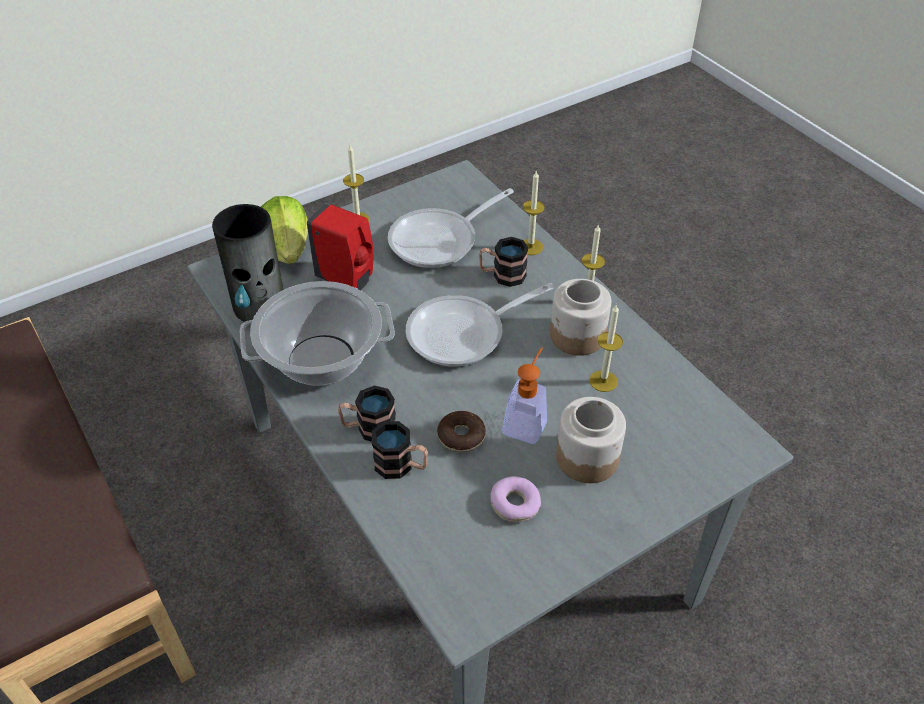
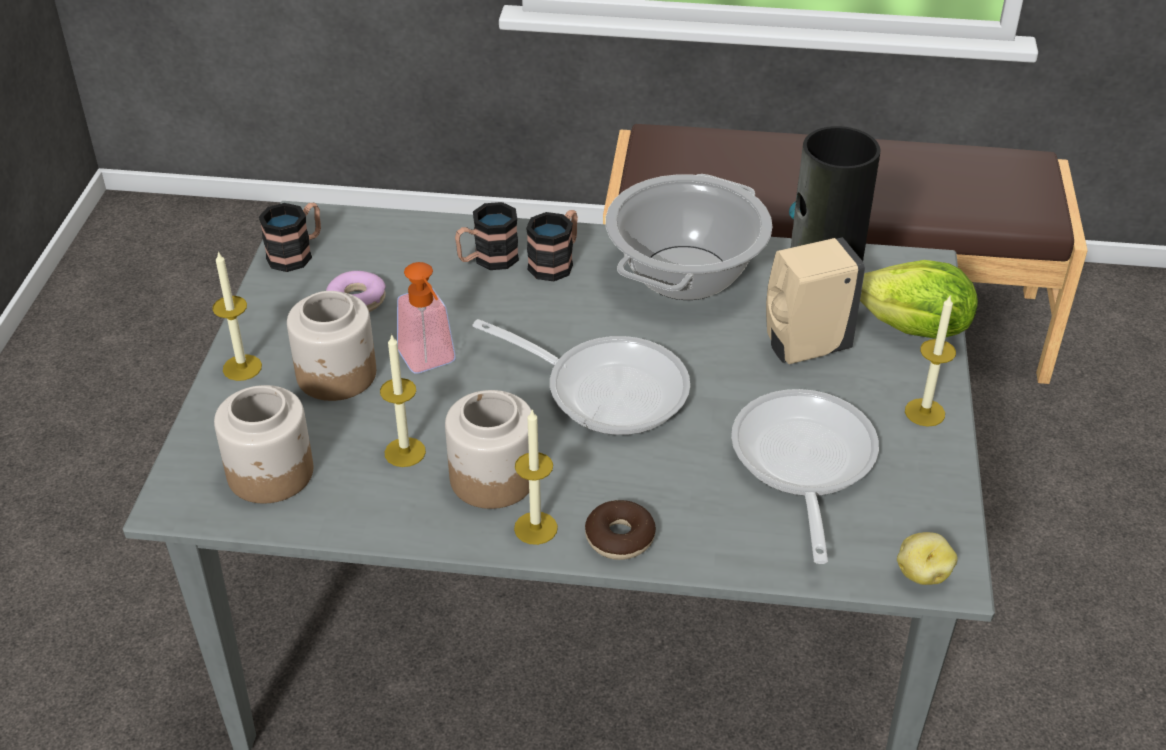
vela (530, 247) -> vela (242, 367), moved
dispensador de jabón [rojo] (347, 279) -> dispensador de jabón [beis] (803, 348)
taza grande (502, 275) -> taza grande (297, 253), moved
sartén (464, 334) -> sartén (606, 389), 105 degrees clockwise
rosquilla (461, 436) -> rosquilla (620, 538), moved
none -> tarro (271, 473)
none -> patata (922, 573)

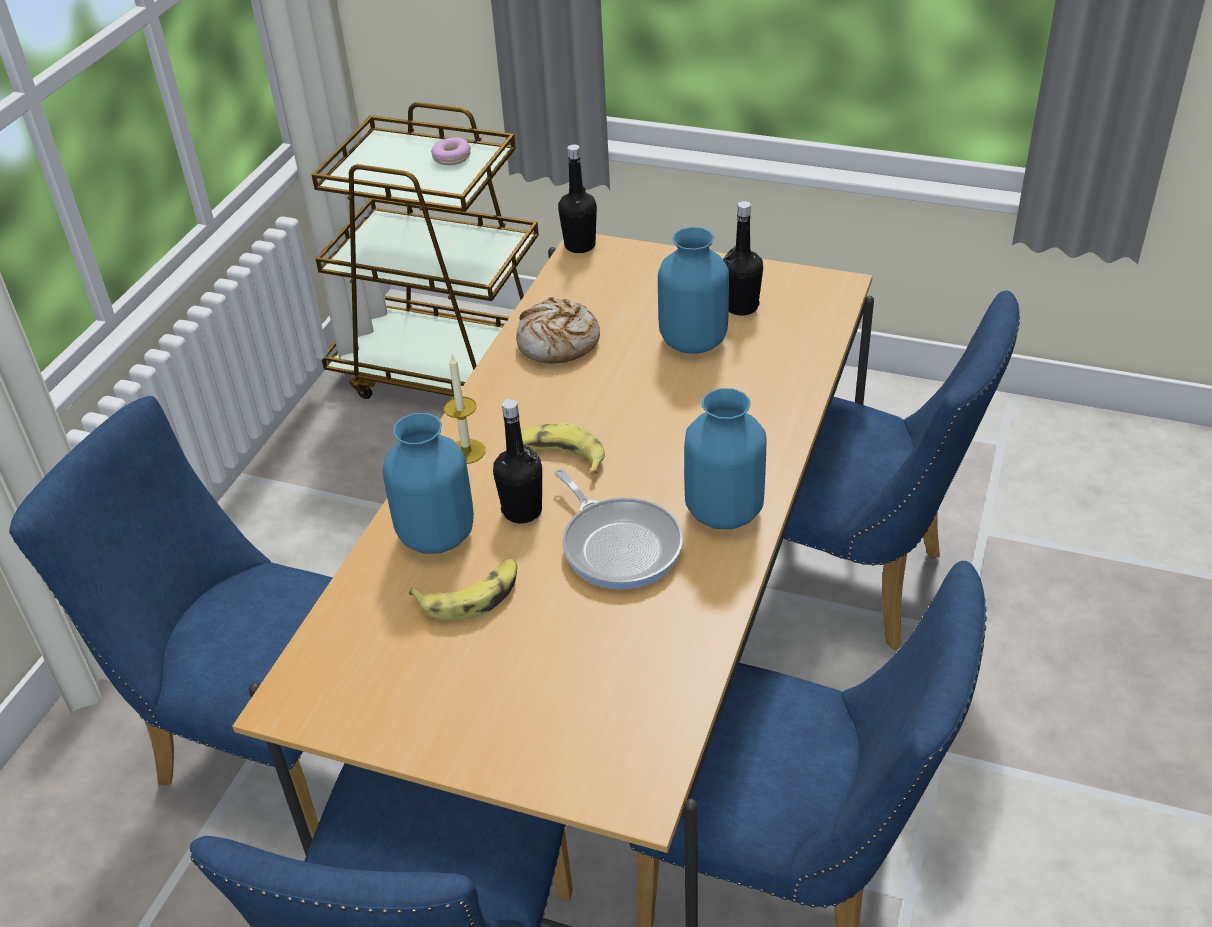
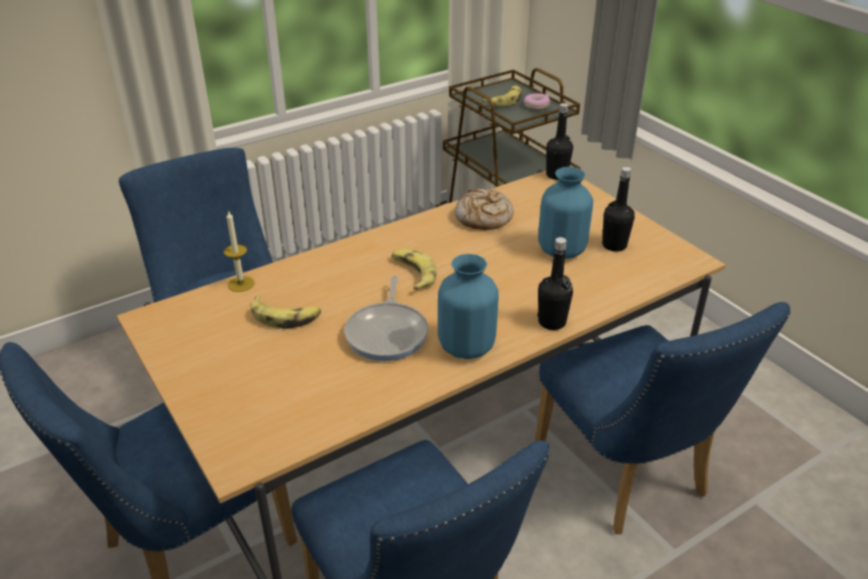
vela (466, 451) -> vela (241, 284), moved
botella [negro] (522, 511) -> botella [negro] (552, 322), moved
florero [azul] (437, 536) -> none
none -> plátano (504, 100)

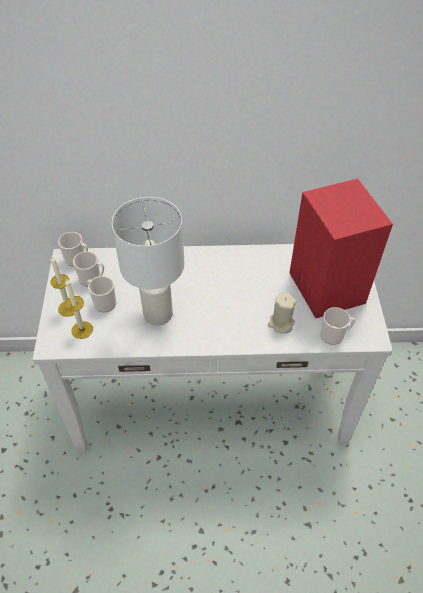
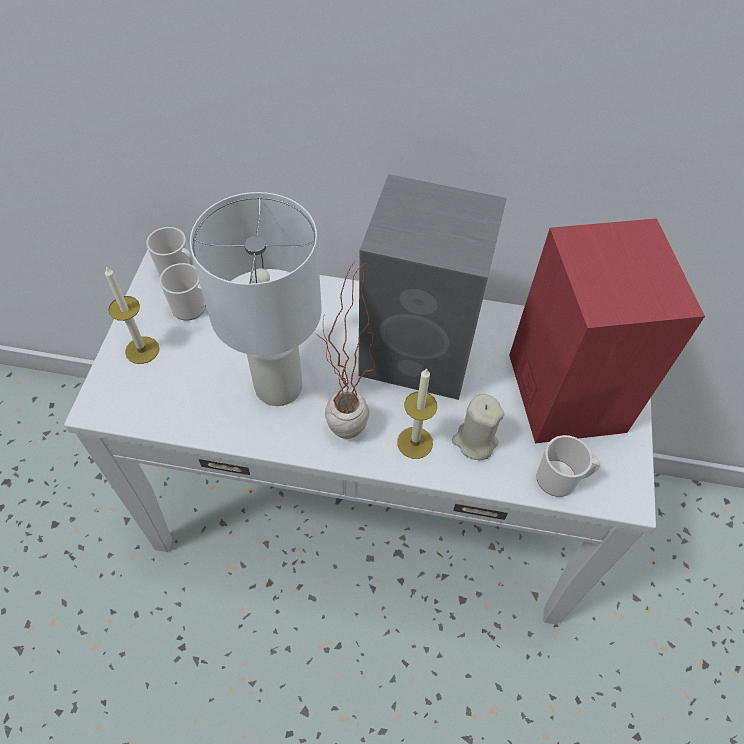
taza grande (102, 302) -> none
vela (82, 330) -> vela (415, 442), moved
none -> altavoz [gris] (421, 352)
none -> planta en maceta (346, 442)

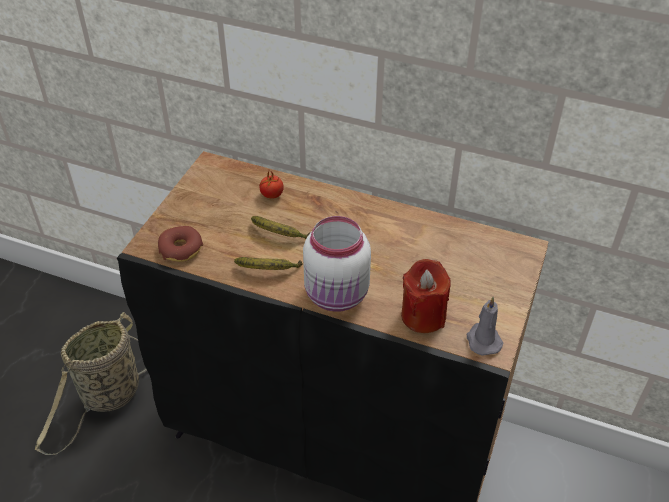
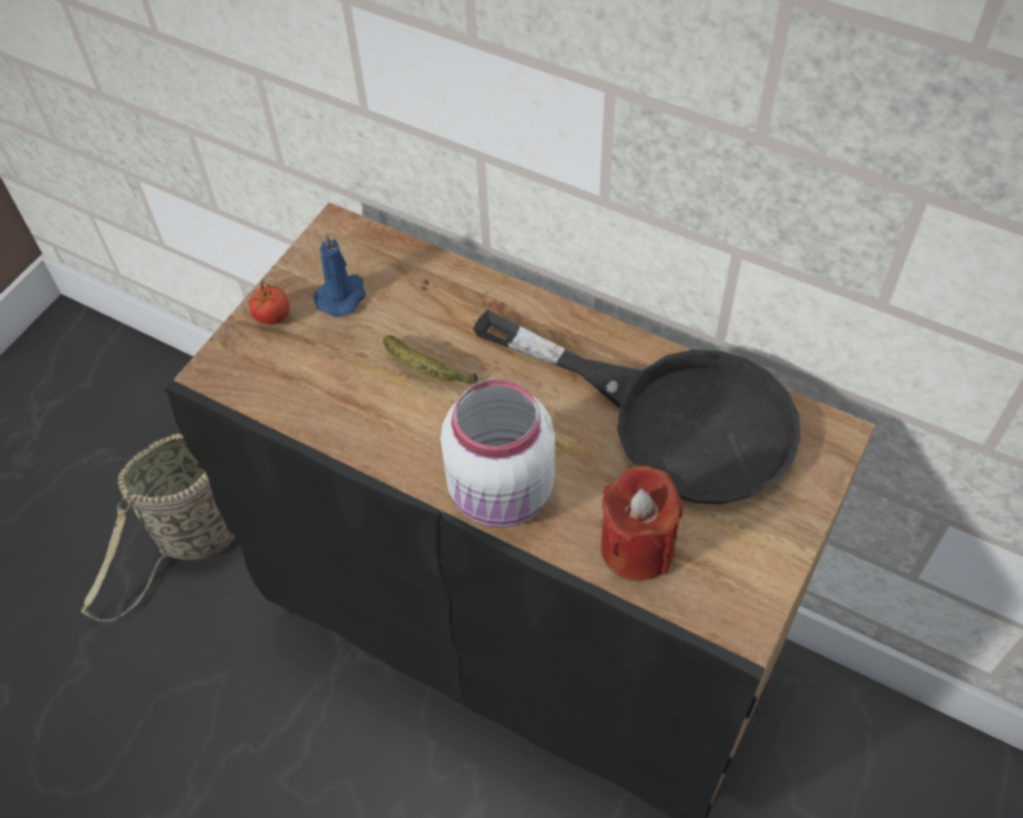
tomate (271, 195) -> tomate (272, 317), moved
rosquilla (181, 249) -> none
plátano (268, 270) -> none
vela [gris] (483, 340) -> none
none -> vela [azul] (342, 296)
none -> sartén [negro] (672, 417)

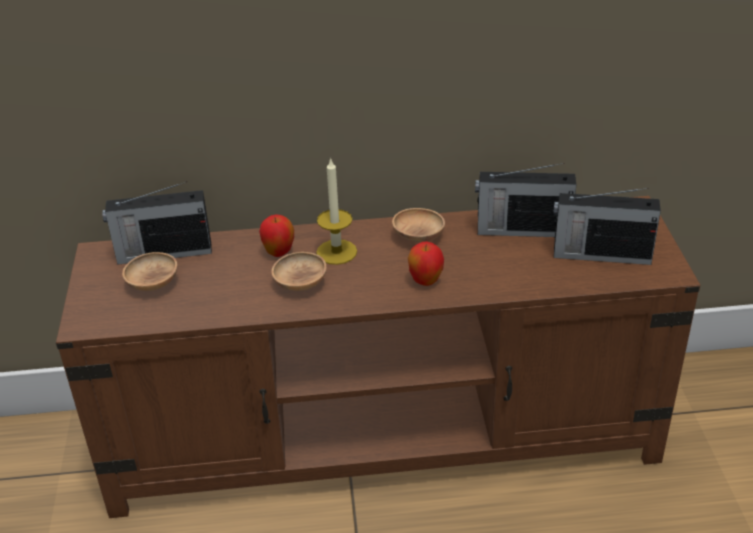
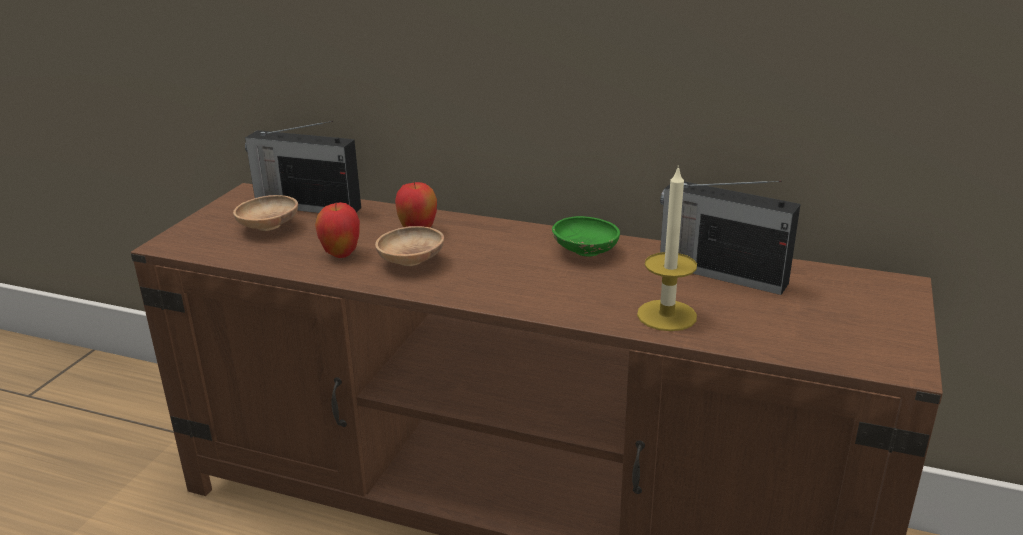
vela (336, 252) -> vela (666, 315), moved
radio (599, 255) -> none
cuenco [marrón] (418, 237) -> cuenco [verde] (585, 251)
manzana (425, 282) -> manzana (341, 254), moved

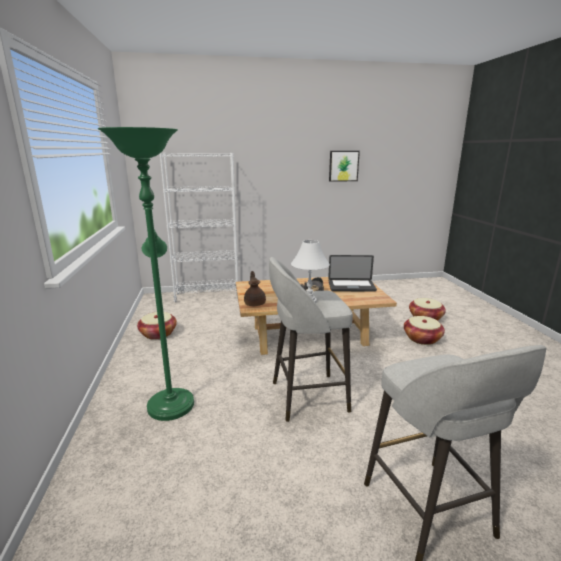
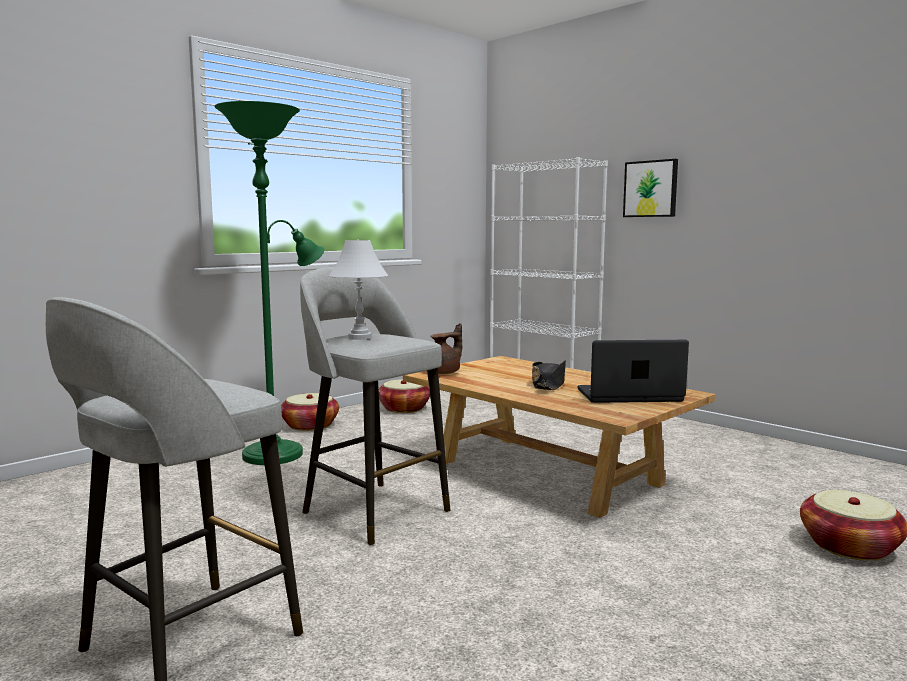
cuadro (343, 166) -> cuadro (651, 189), moved
portátil (351, 286) -> portátil (629, 396), 120 degrees clockwise
cesta (422, 339) -> cesta (310, 426), moved

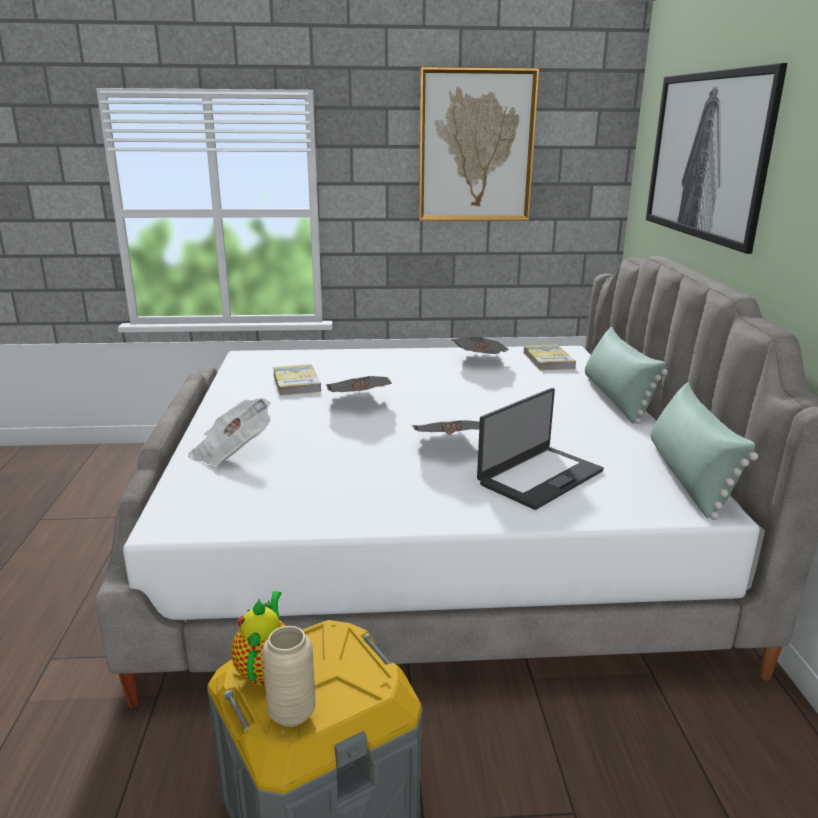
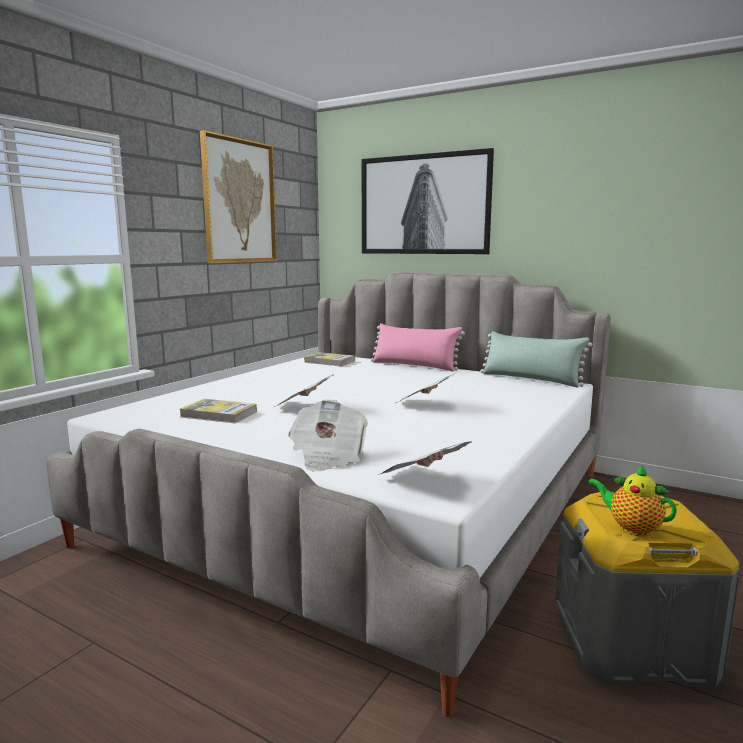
cojín [verde] (616, 398) -> cojín [rosa] (414, 366)
periódico (480, 361) -> periódico (423, 482), moved
portátil (539, 477) -> none
florero [beis] (292, 713) -> none

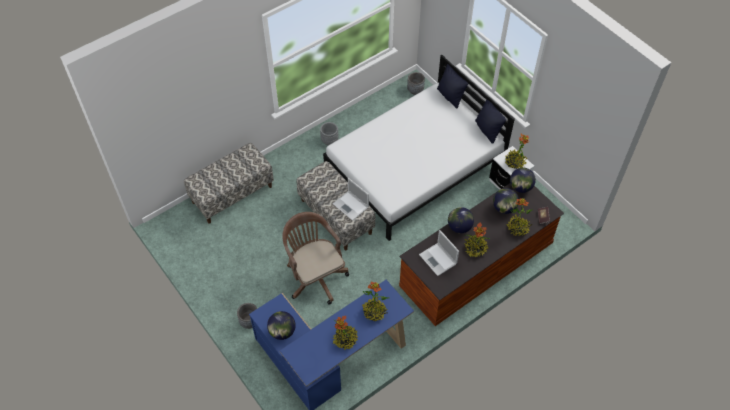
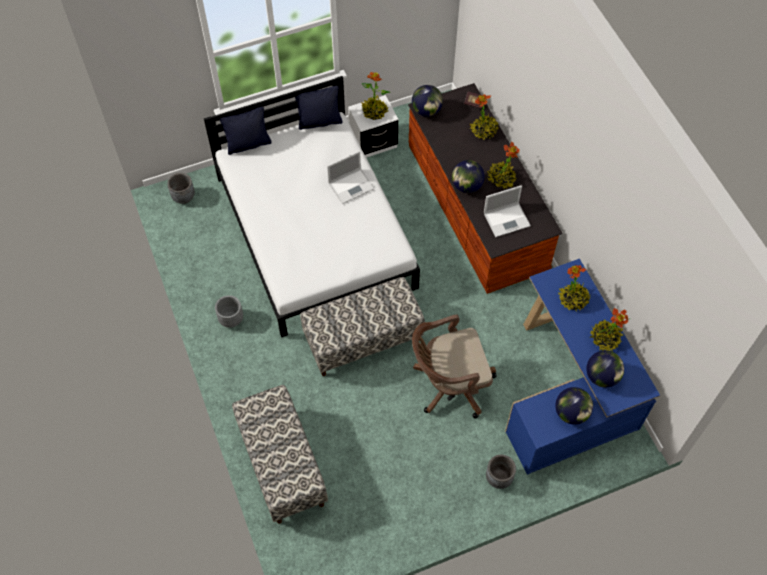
portátil (351, 206) -> portátil (352, 185), moved
globo terráqueo (504, 208) -> globo terráqueo (601, 376), moved

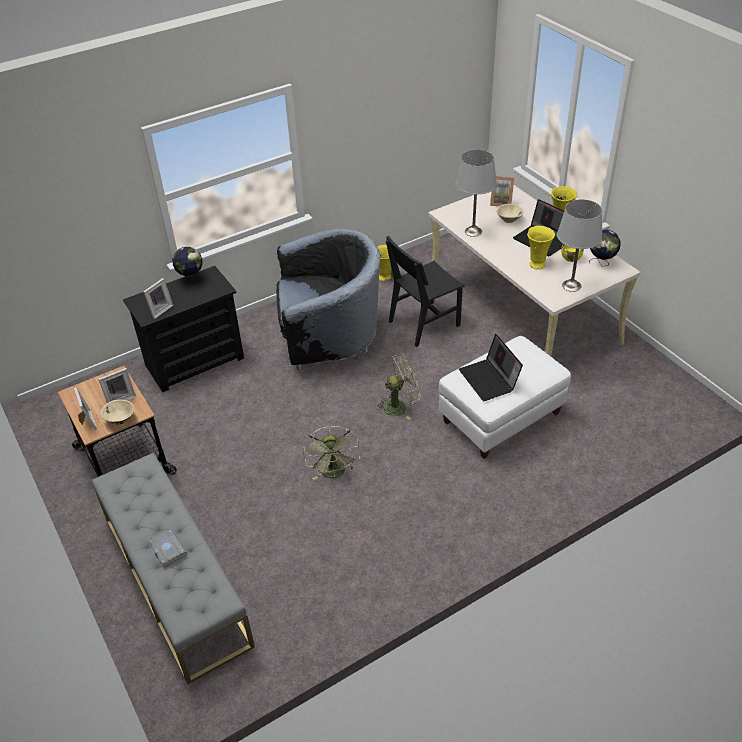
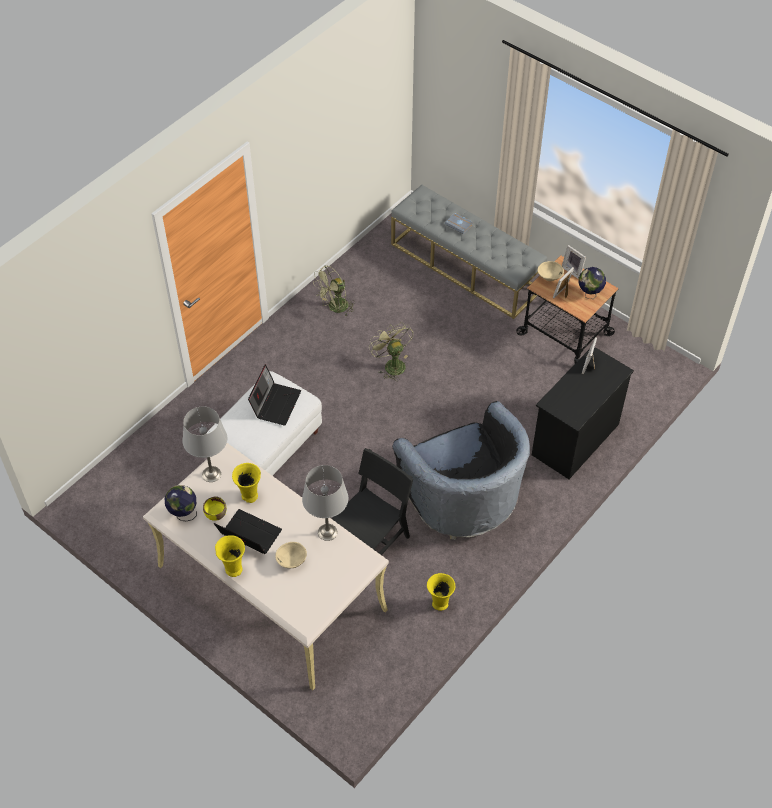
portarretratos (501, 202) -> none
sillón [negro] (328, 338) -> sillón [negro] (462, 499), 90 degrees counterclockwise
globo terráqueo (191, 279) -> globo terráqueo (589, 295), moved
portátil (489, 380) -> portátil (275, 403), 60 degrees clockwise
ventilador [verde] (399, 406) -> ventilador [verde] (335, 308), moved

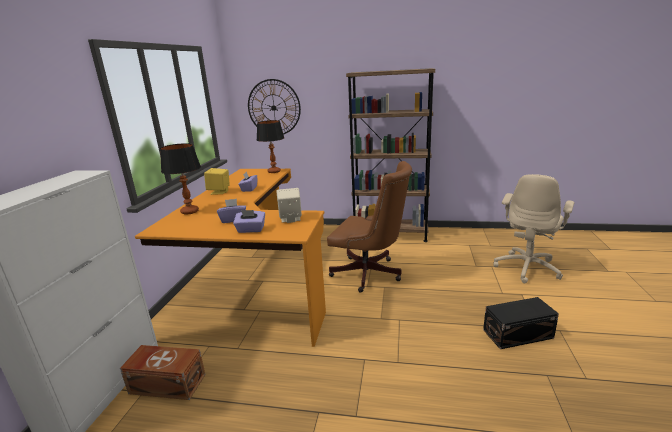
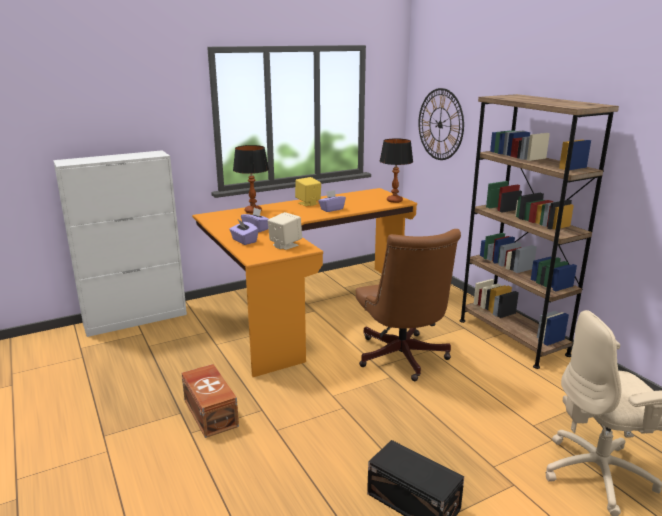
caja de almacenaje [marrón] (167, 383) -> caja de almacenaje [marrón] (211, 412), moved

